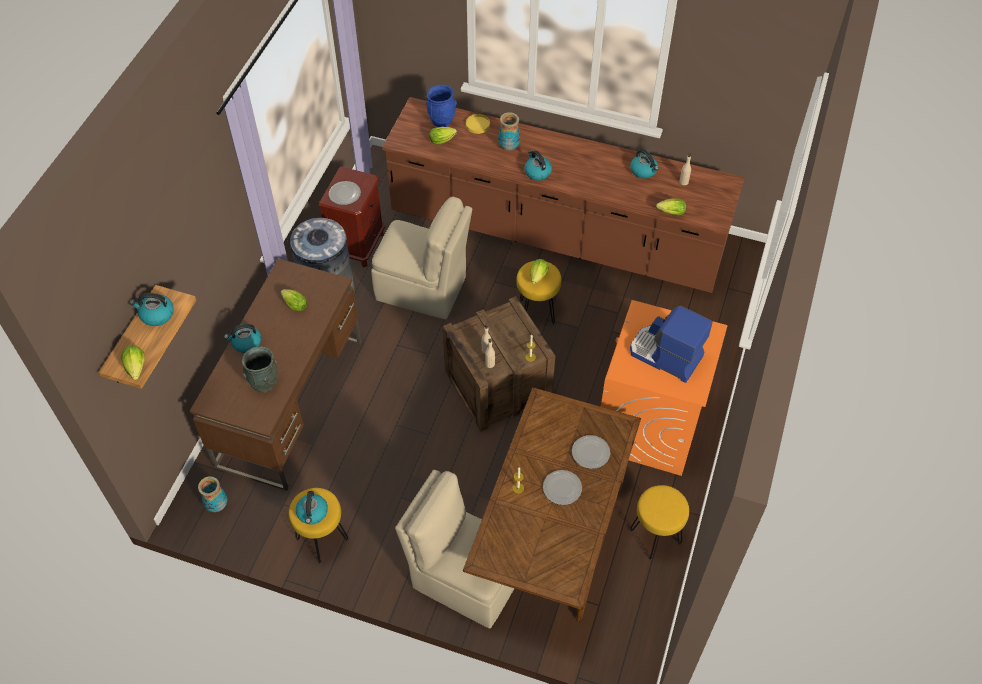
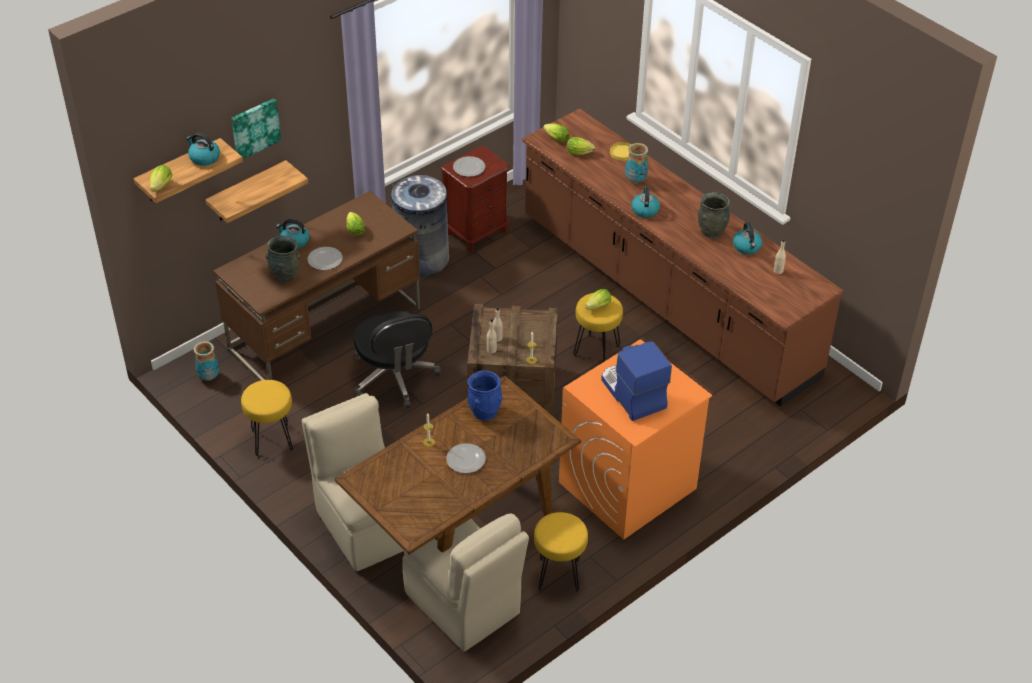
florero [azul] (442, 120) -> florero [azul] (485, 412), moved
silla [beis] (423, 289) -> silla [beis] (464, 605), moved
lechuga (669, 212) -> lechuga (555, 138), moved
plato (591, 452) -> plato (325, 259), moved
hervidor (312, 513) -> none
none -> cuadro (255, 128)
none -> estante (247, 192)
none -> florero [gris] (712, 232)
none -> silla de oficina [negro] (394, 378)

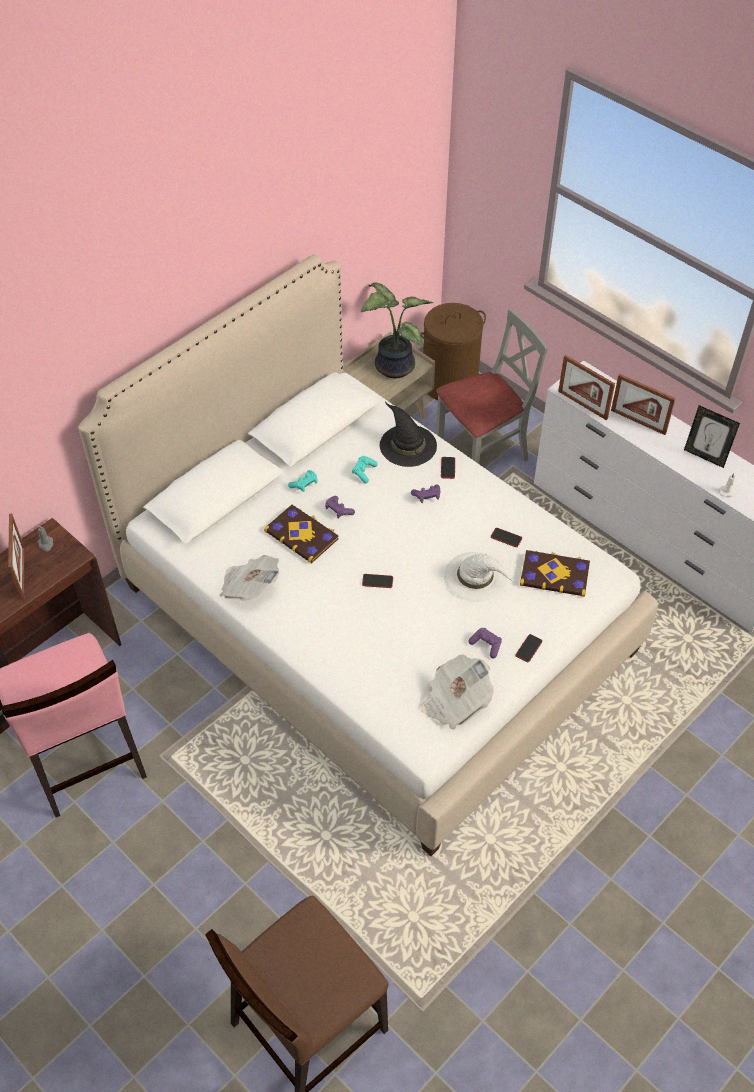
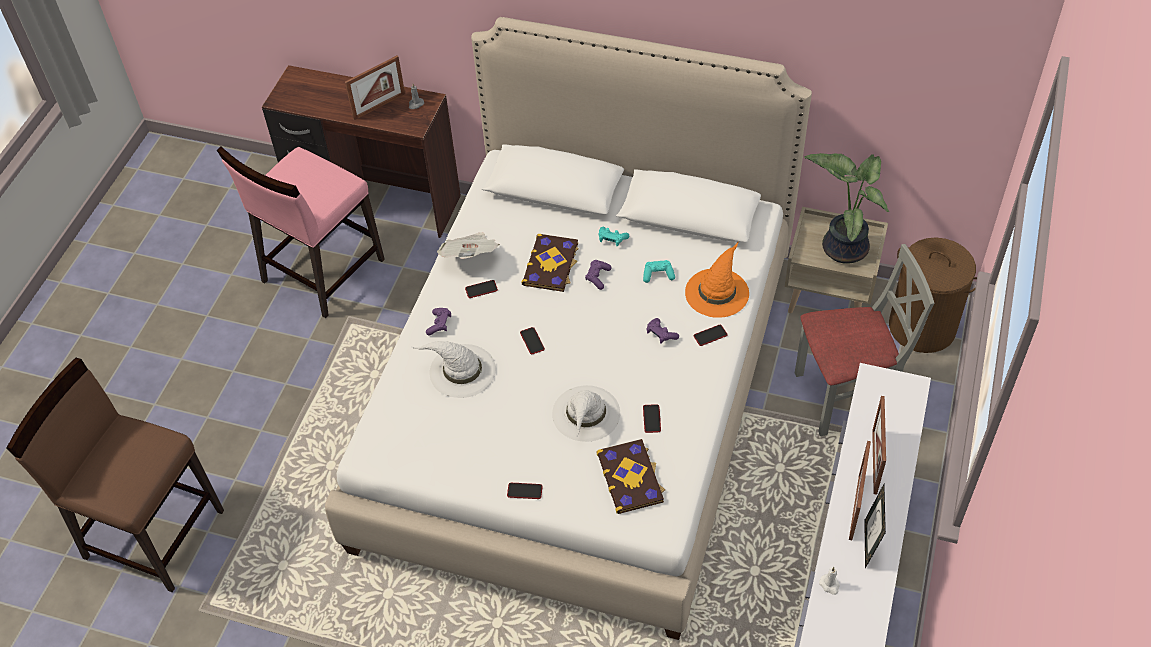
silla [gris] (482, 454) -> silla [gris] (846, 396), 45 degrees counterclockwise
portarretratos (582, 405) -> portarretratos (855, 507), moved
sombrero [negro] (407, 445) -> sombrero [naranja] (717, 291)
mando de consola [morado] (486, 645) -> mando de consola [morado] (439, 324), moved
periódico (455, 701) -> none
none -> móvil (481, 289)
none -> sombrero [blanco] (461, 371)

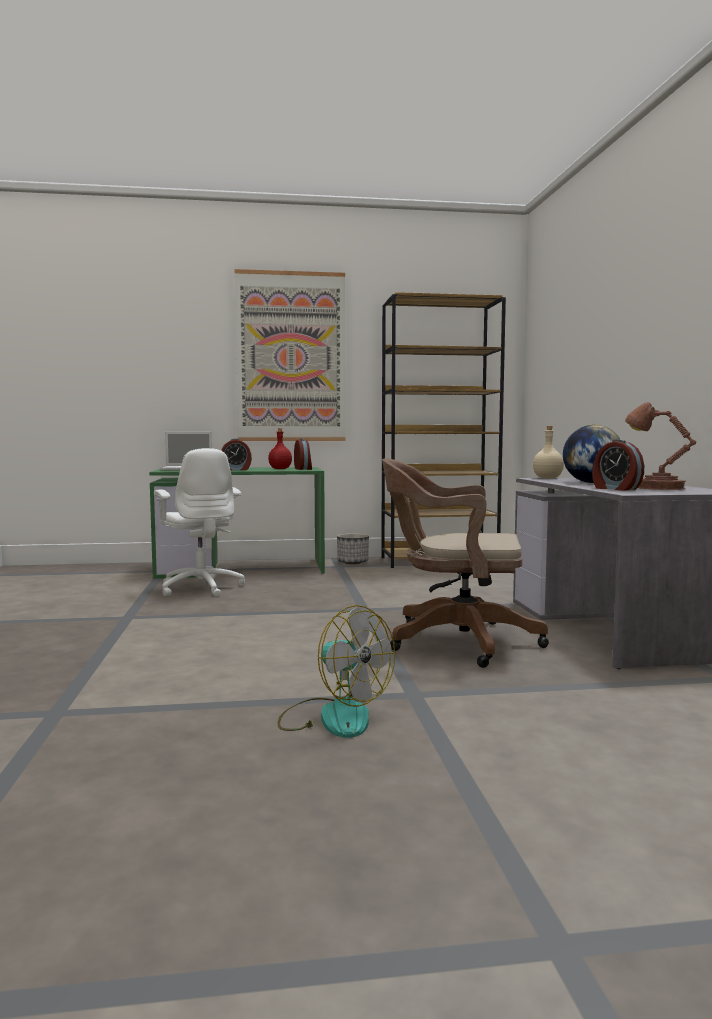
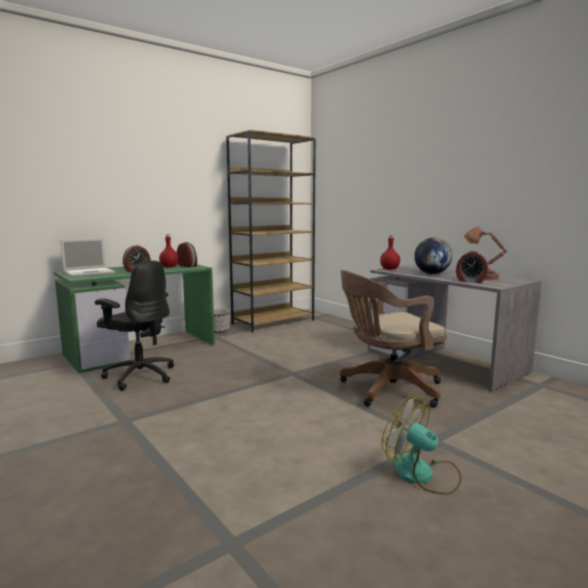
cuadro (291, 357) -> none
botella [beis] (548, 478) -> botella [rojo] (390, 269)
silla de oficina [blanco] (201, 588) -> silla de oficina [negro] (140, 376)
ventilador (333, 716) -> ventilador (422, 474), 150 degrees counterclockwise

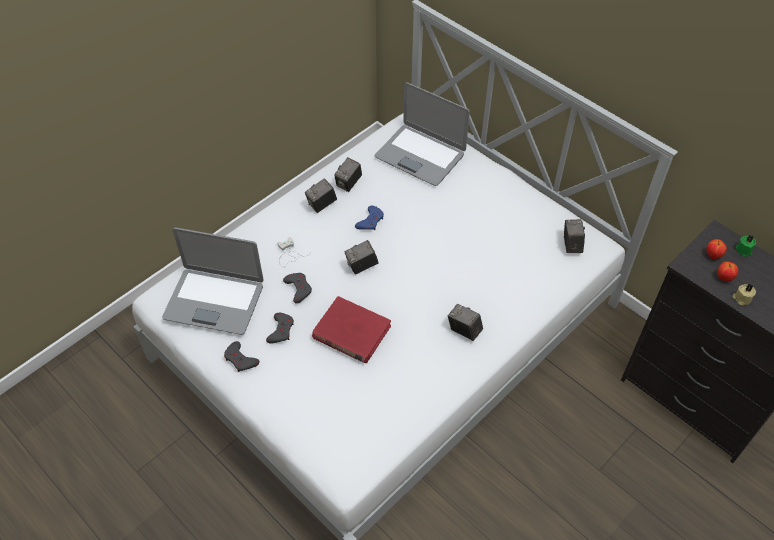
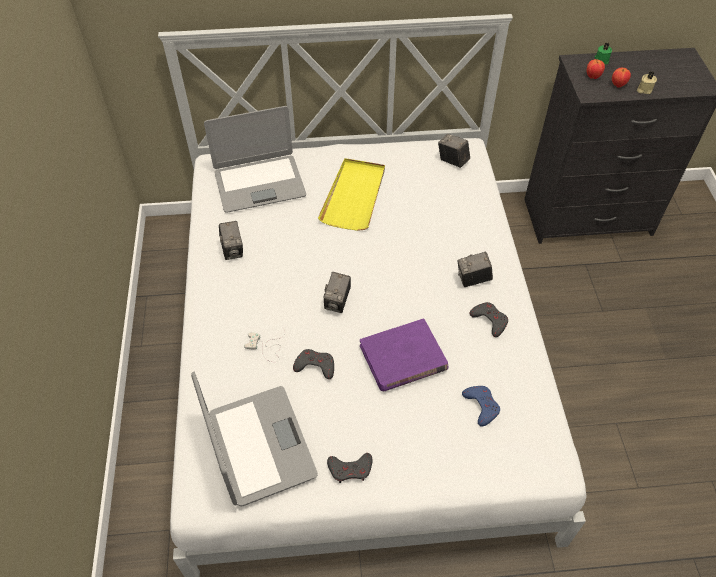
cámara (321, 204) -> none
mando de consola [azul] (370, 221) -> mando de consola [azul] (481, 406), moved
portátil (214, 301) -> portátil (259, 446), 75 degrees counterclockwise
libro [rojo] (351, 332) -> libro [morado] (403, 358)
mando de consola [gris] (281, 330) -> mando de consola [gris] (489, 320), moved
none -> bandeja [amarillo] (354, 196)

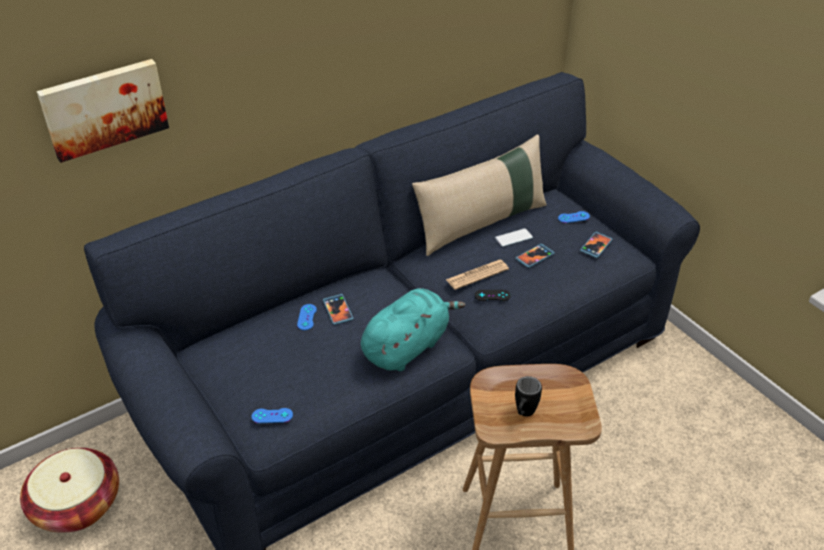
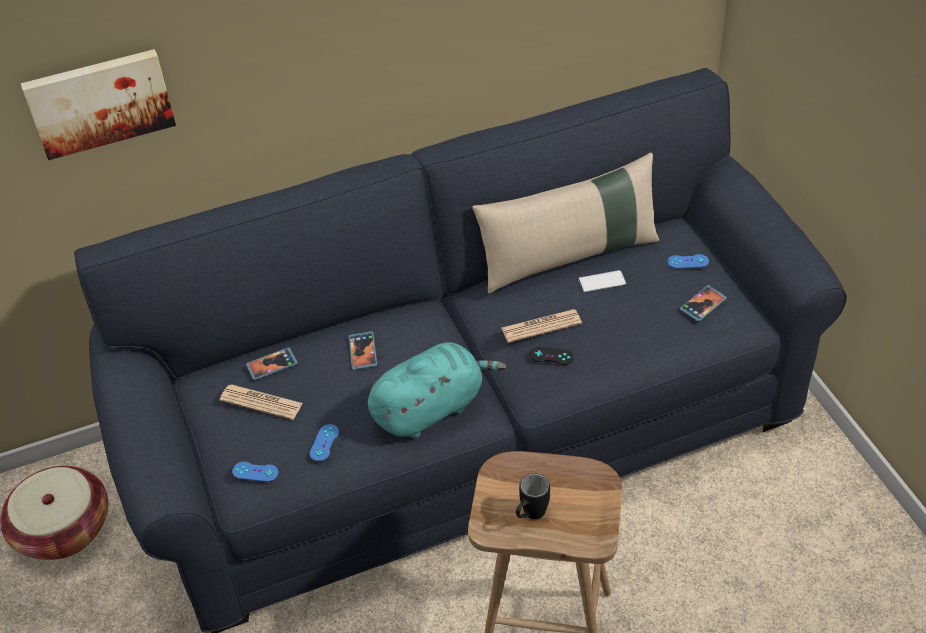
móvil (534, 257) -> móvil (272, 365), moved
mando de consola [azul] (307, 317) -> mando de consola [azul] (324, 443), moved
none -> periódico (261, 402)

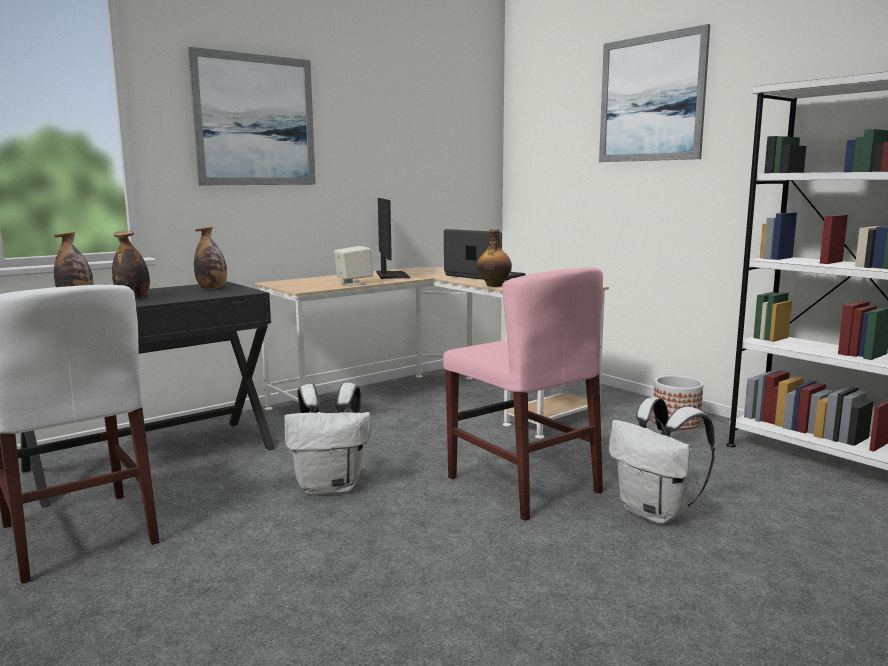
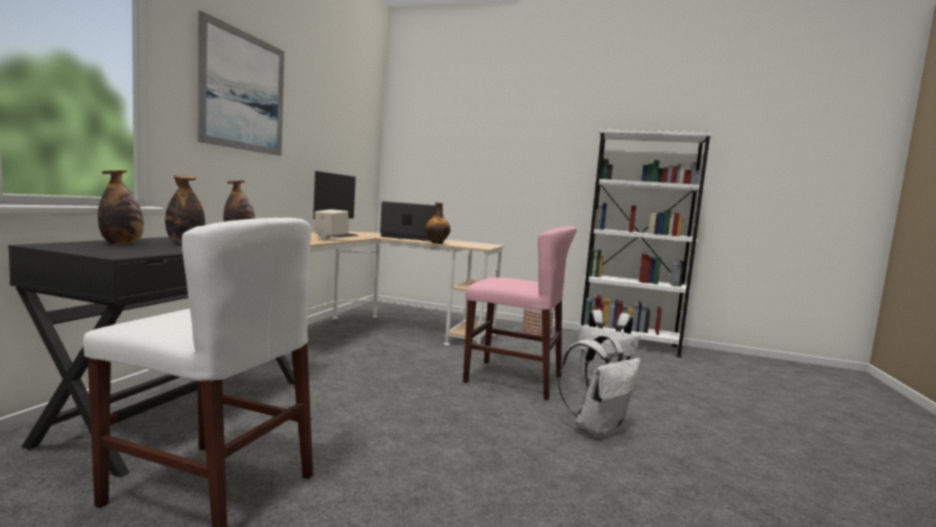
cuadro (651, 98) -> none
monitor (391, 275) -> monitor (339, 235), 60 degrees clockwise
mochila [blanco] (331, 487) -> mochila [blanco] (597, 429), moved

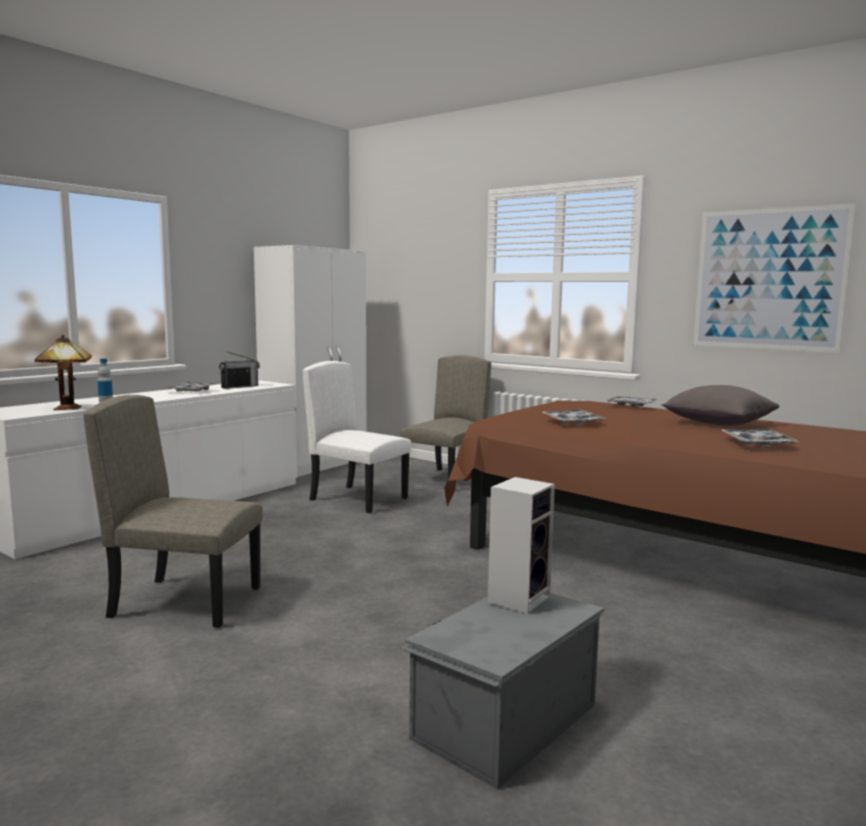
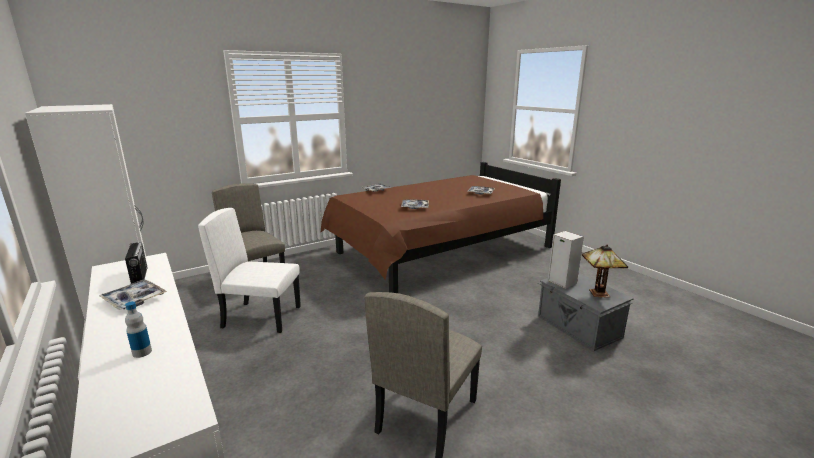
cuadro (768, 279) -> none
lámpara de mesa (66, 408) -> lámpara de mesa (598, 294), moved
silla [blanco] (359, 499) -> silla [blanco] (262, 317), 45 degrees clockwise
cojín [gris] (718, 423) -> none

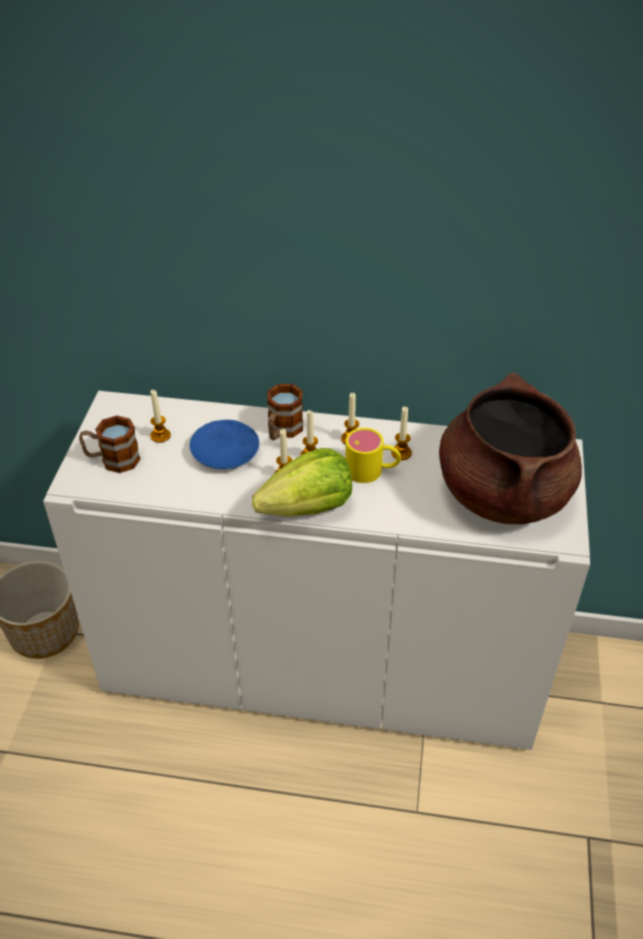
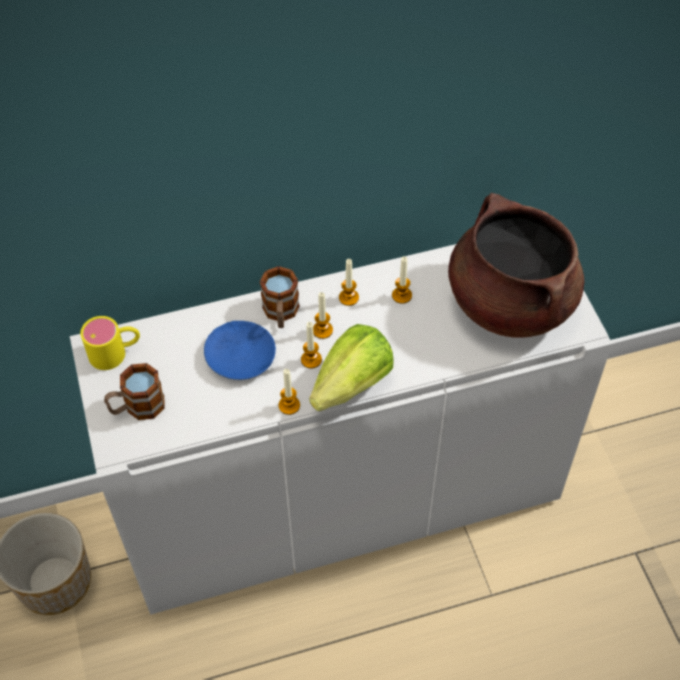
vela (160, 436) -> vela (289, 405), moved
taza grande [amarillo] (372, 471) -> taza grande [amarillo] (115, 352), moved

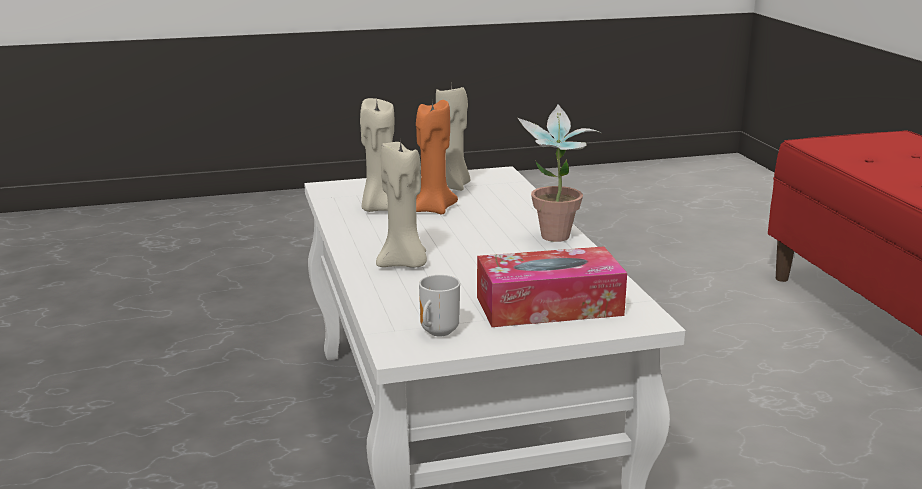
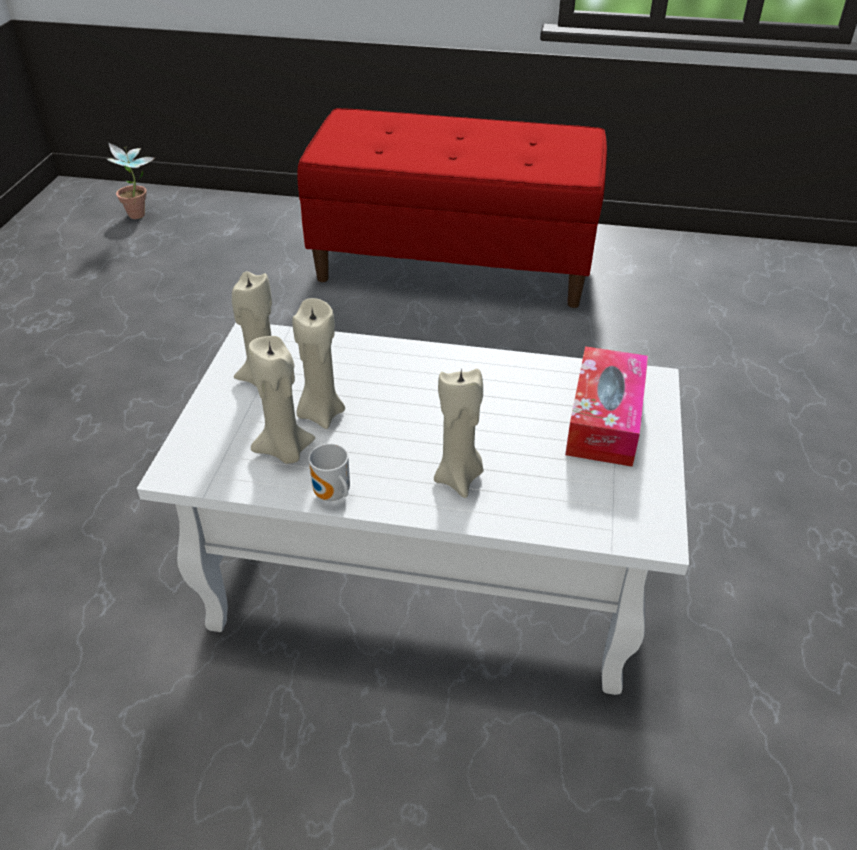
vela [naranja] (432, 209) -> vela [beis] (321, 413)
planta en maceta (554, 240) -> planta en maceta (141, 217), moved
taza grande (436, 332) -> taza grande (332, 496), moved

